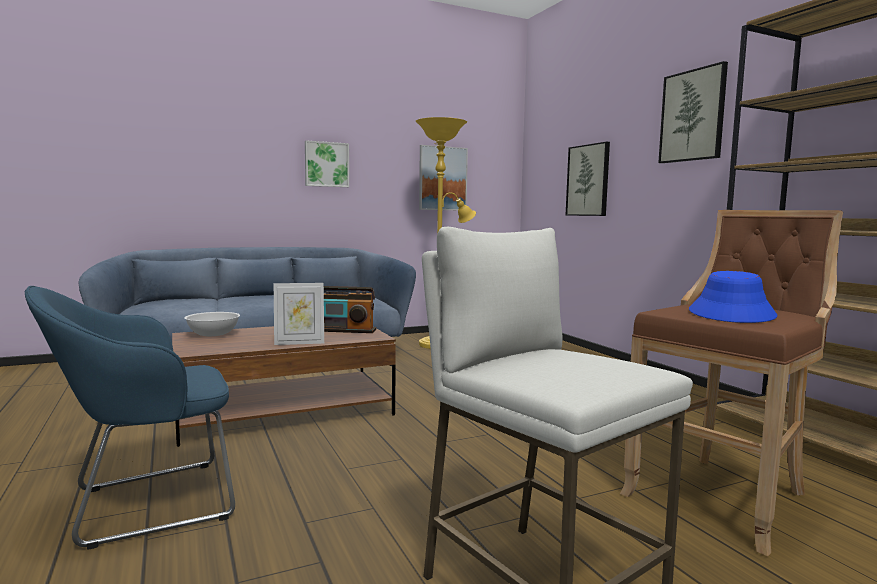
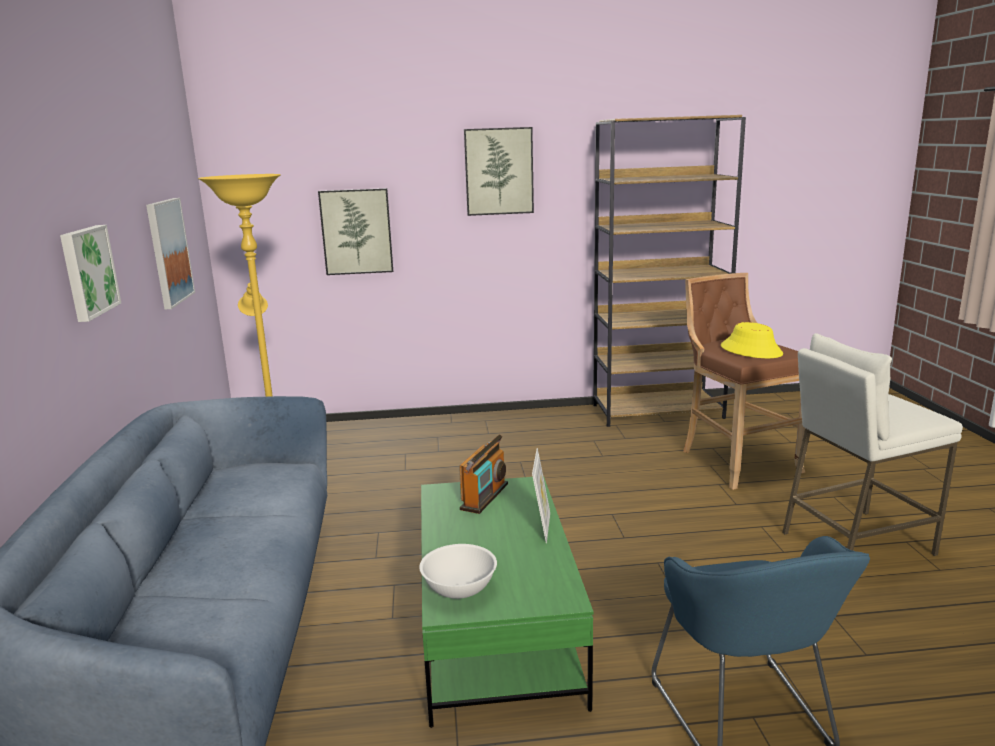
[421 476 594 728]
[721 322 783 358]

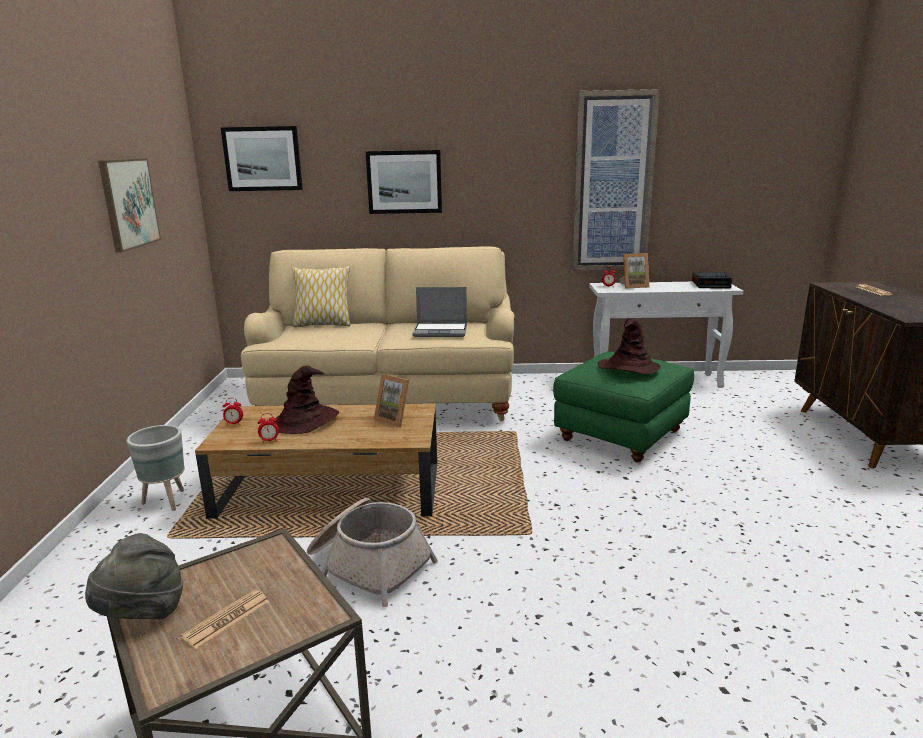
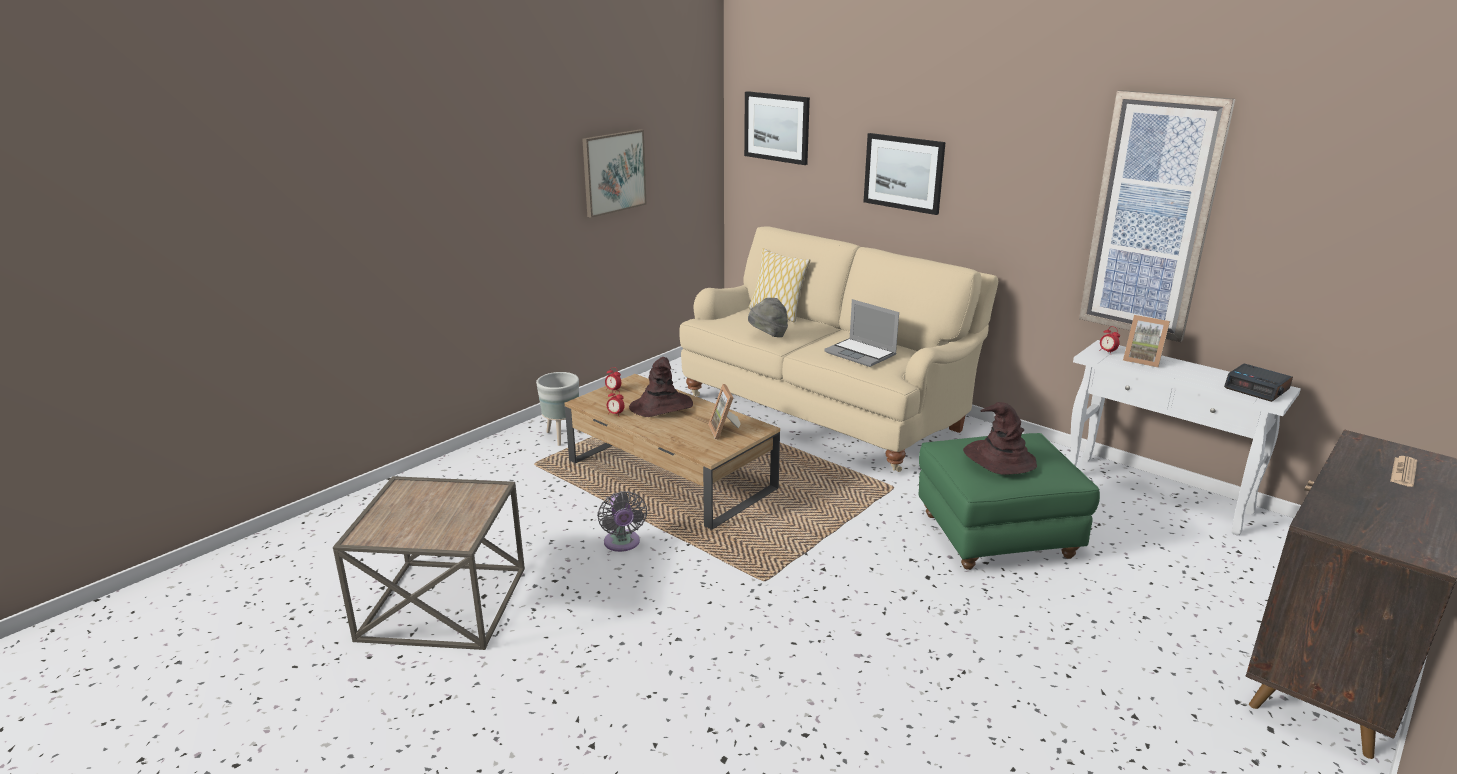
[181 590 269 649] (first image)
[748 298 788 337]
[597 491 647 552]

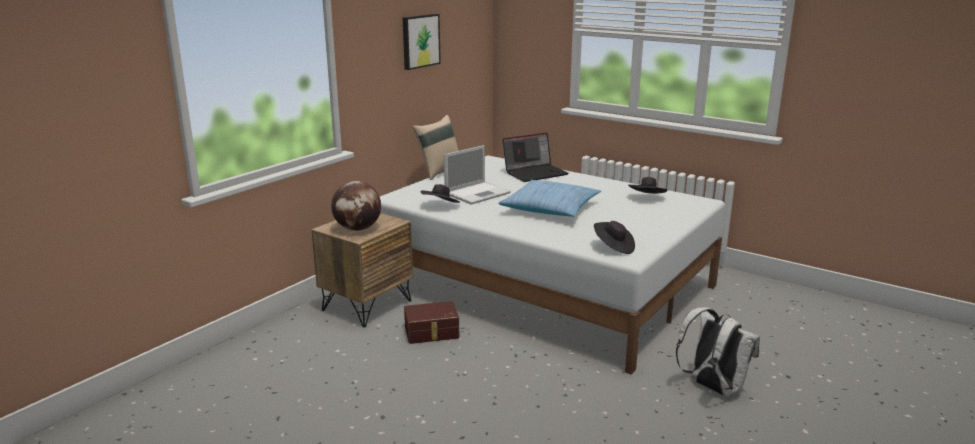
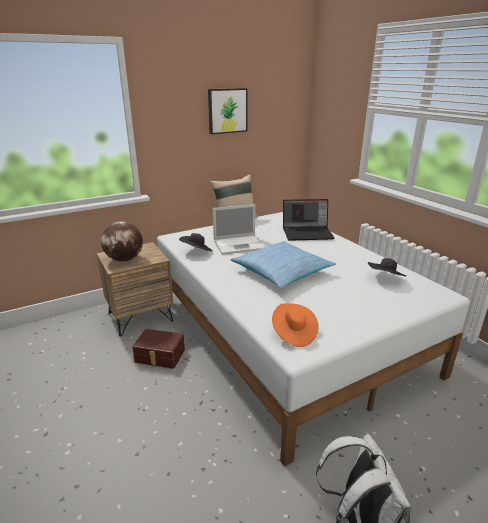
[272 303 319 347]

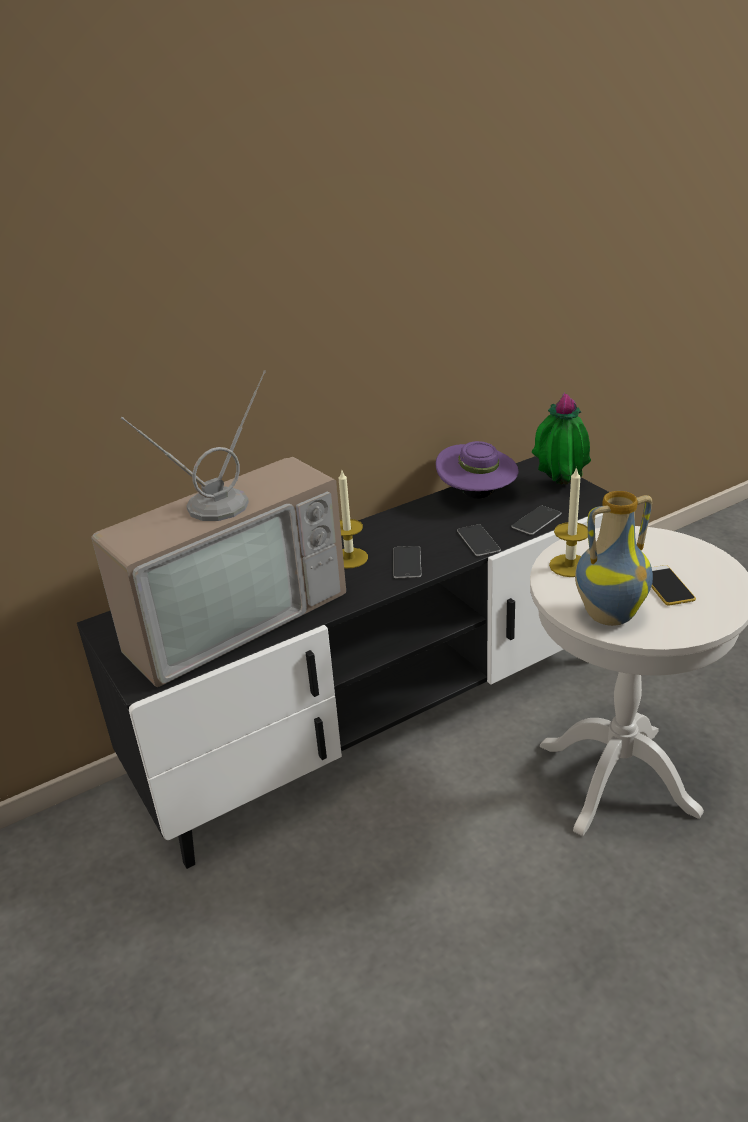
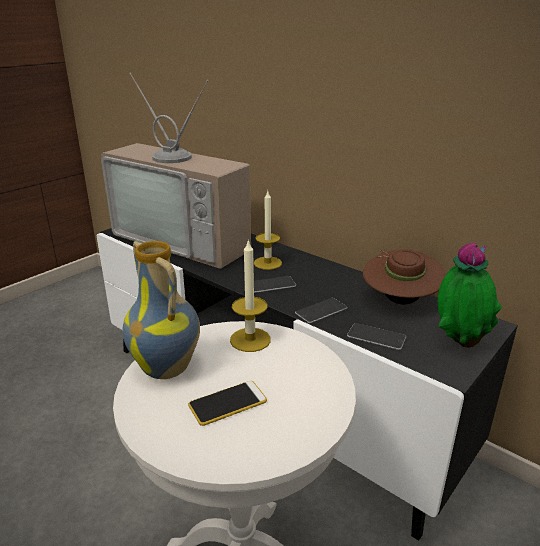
[363 249 445 305]

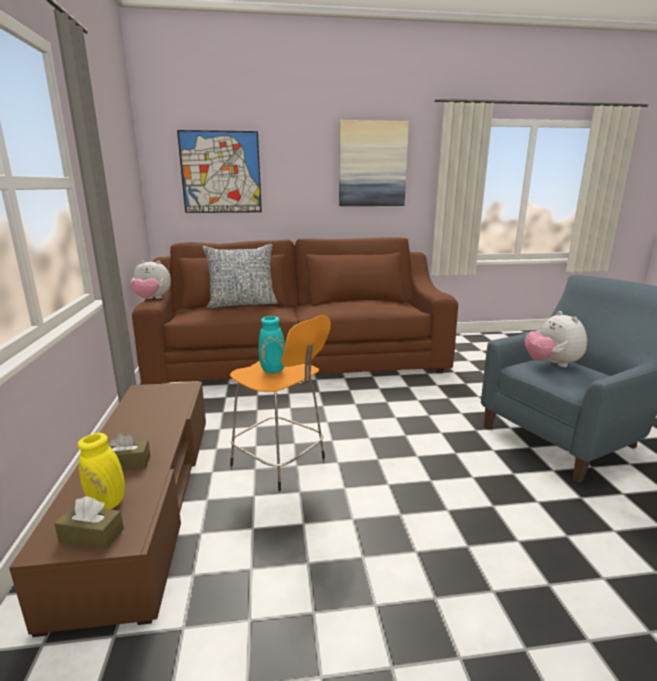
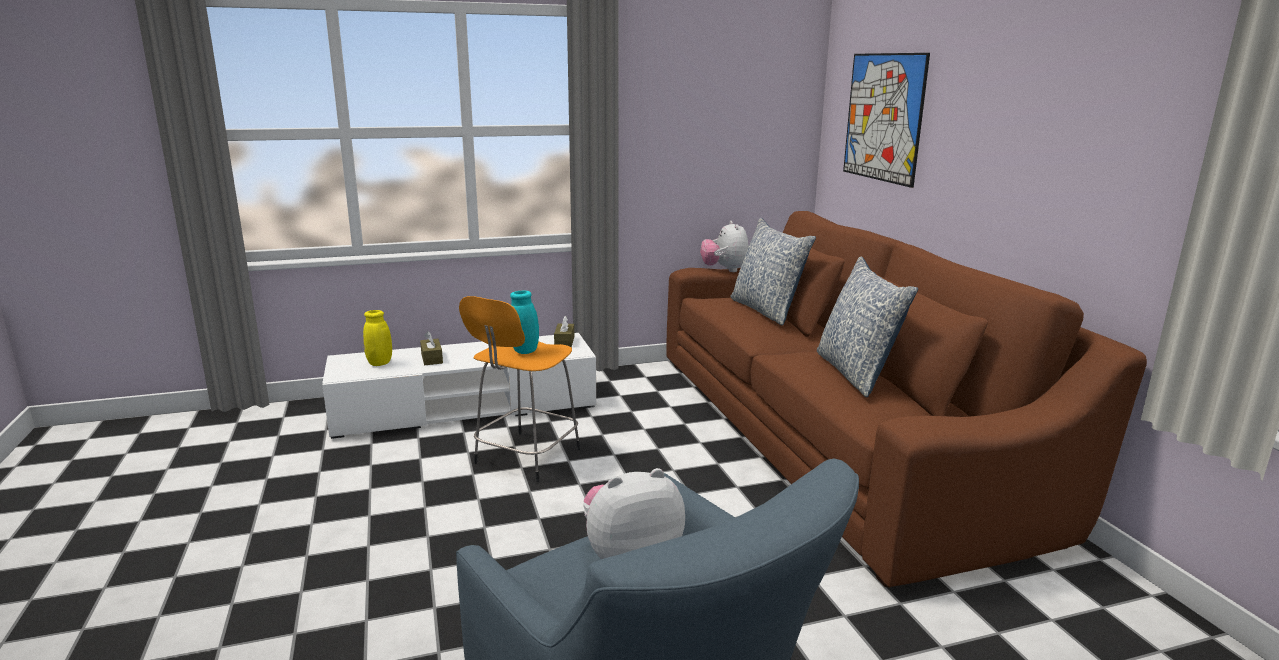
[339 120 409 206] (first image)
[817 257 918 397]
[554 316 574 347]
[322 333 596 439]

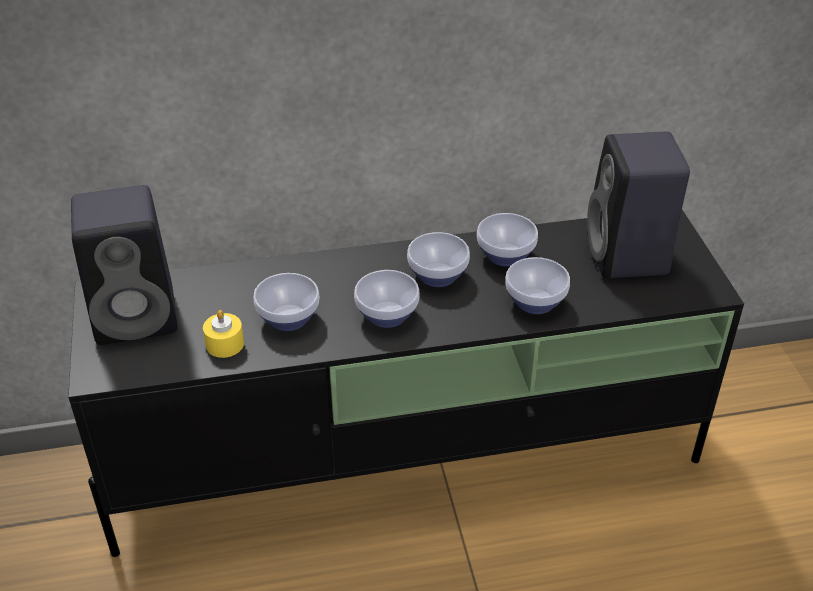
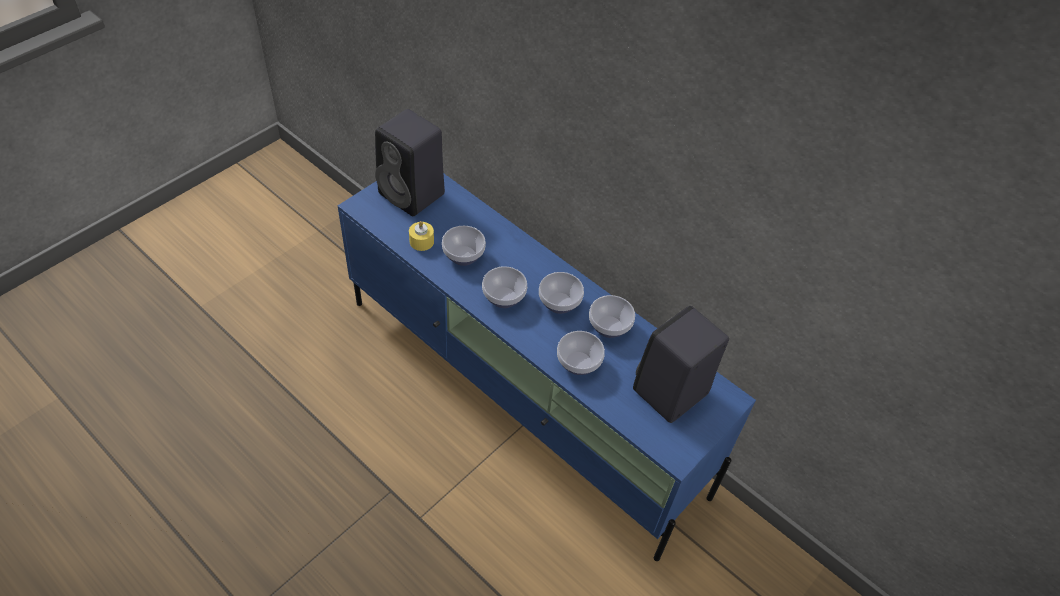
[338 174 756 561]

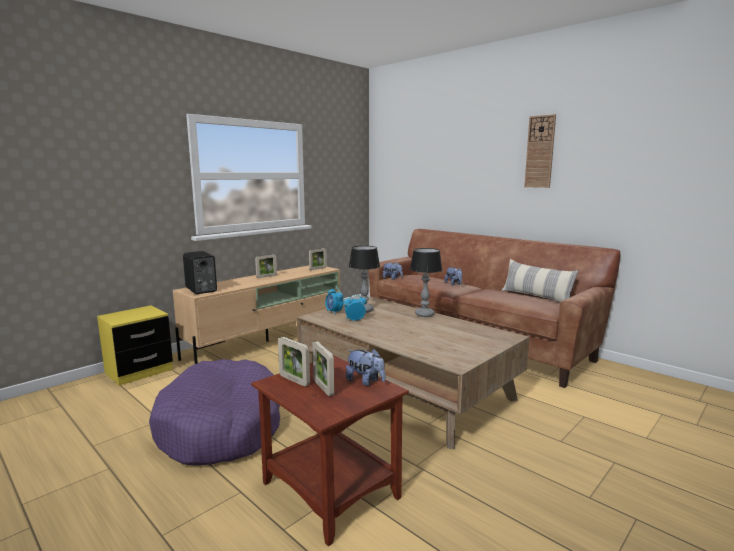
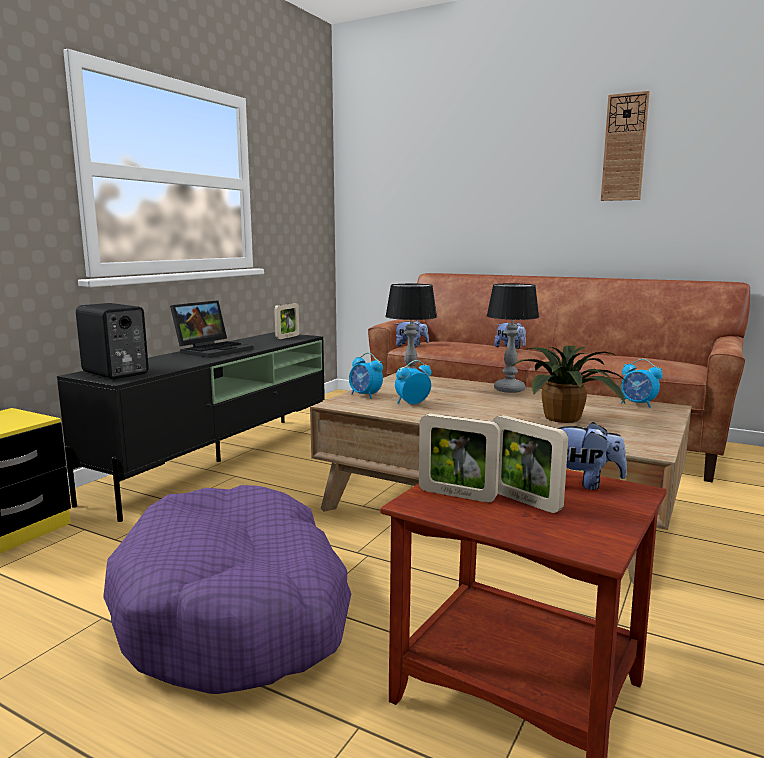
[502 259 578 302] (first image)
[513 346 628 423]
[621 359 663 408]
[170 300 253 358]
[57 332 325 522]

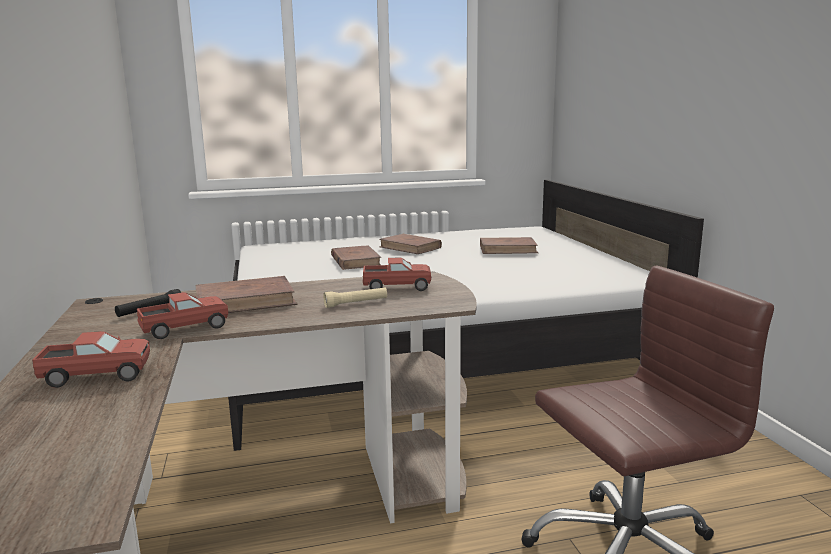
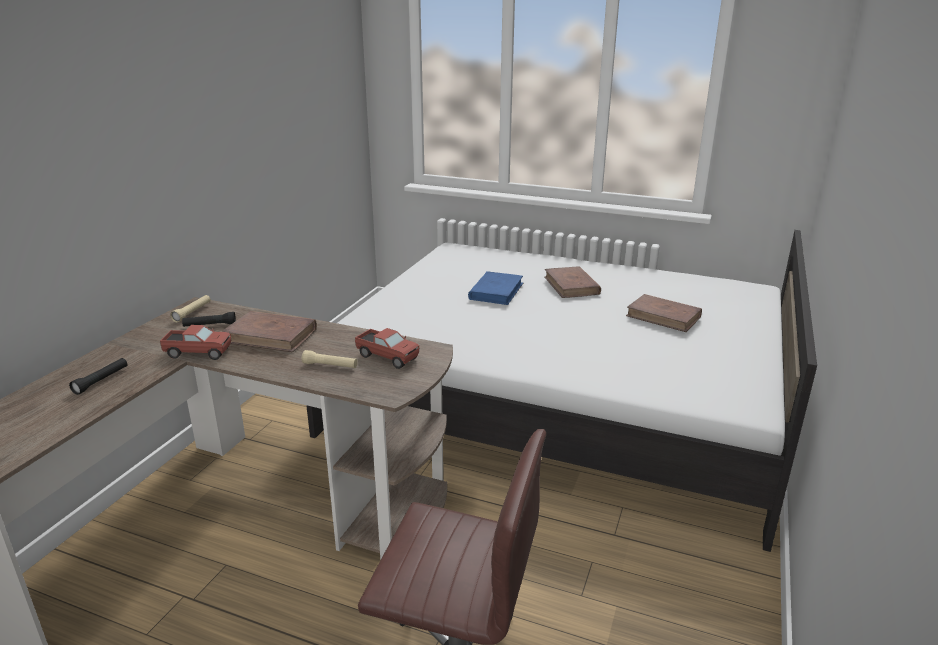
[170 295 211 322]
[69 358 127 395]
[468 271 523 305]

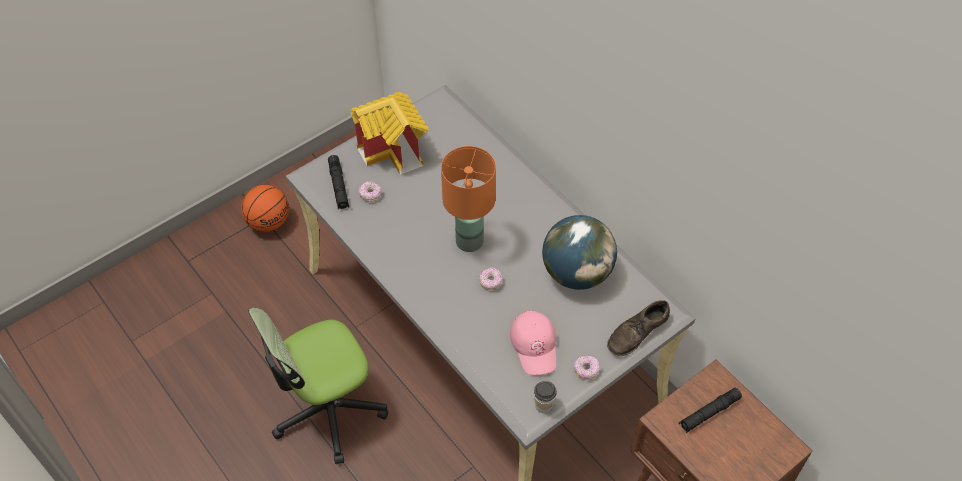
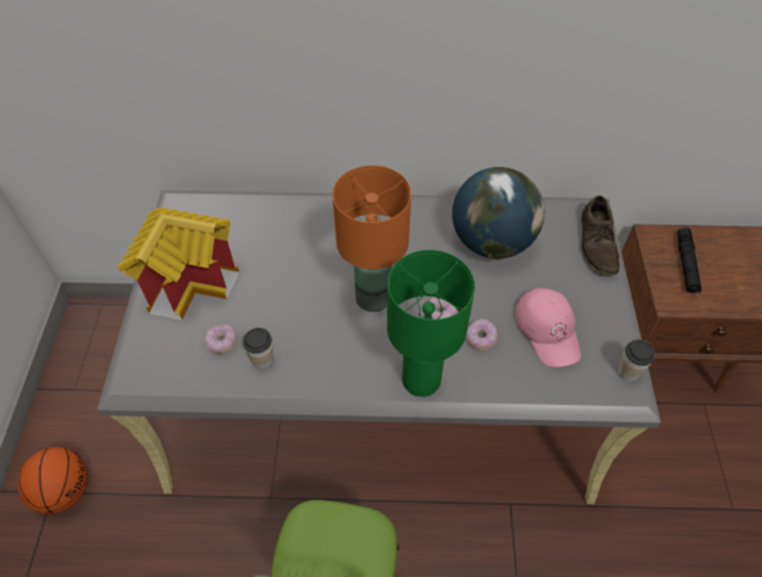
[328 155 349 210] (first image)
[243 328 273 370]
[387 250 475 397]
[466 319 498 351]
[515 288 581 367]

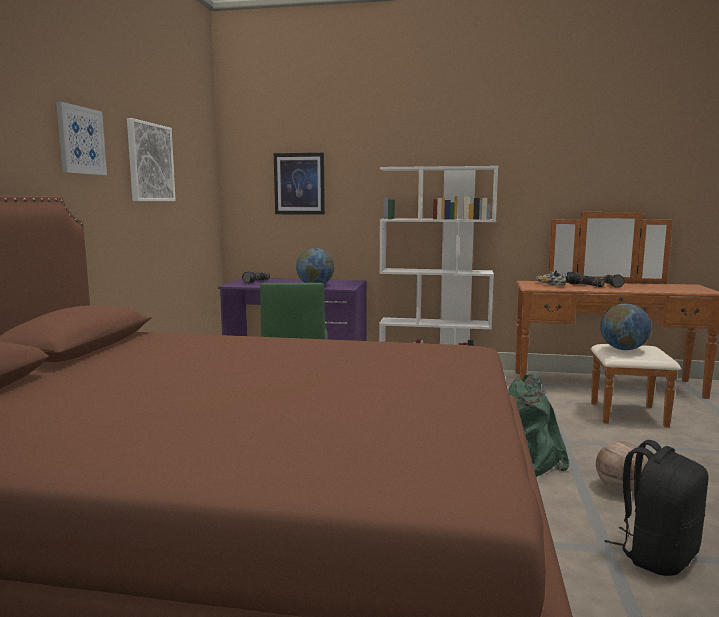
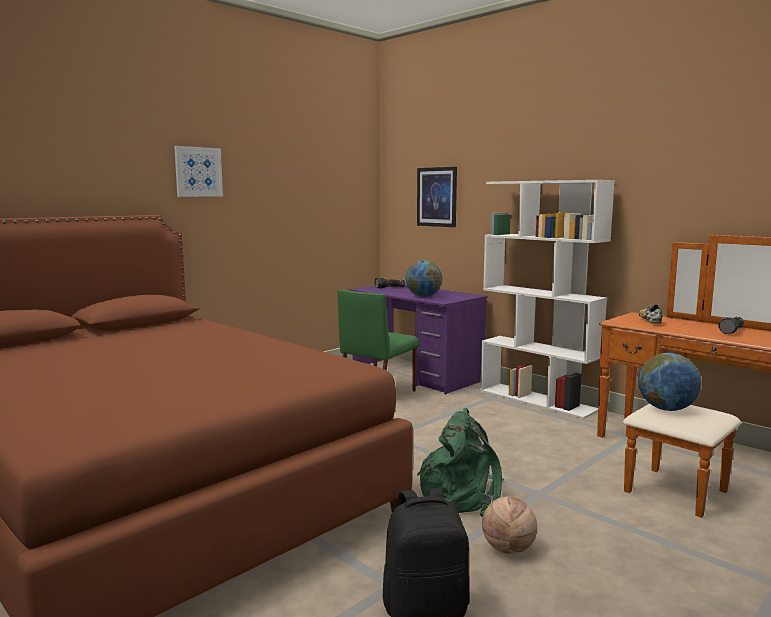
[127 118 176 201] (first image)
[566 272 605 287] (first image)

